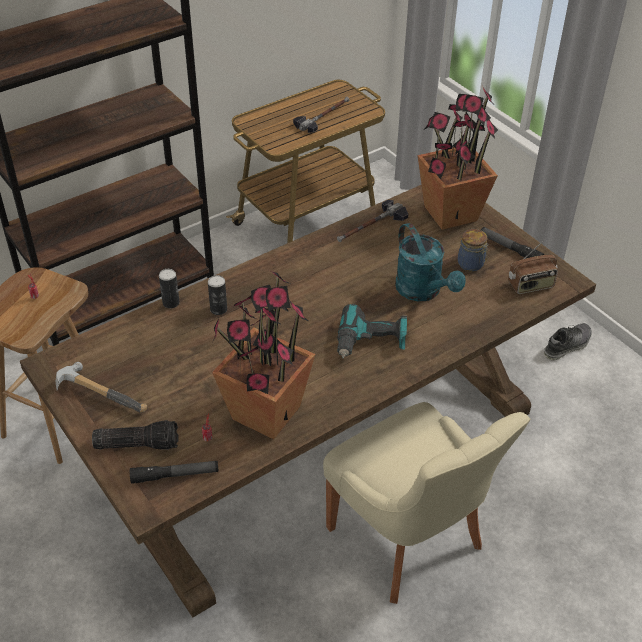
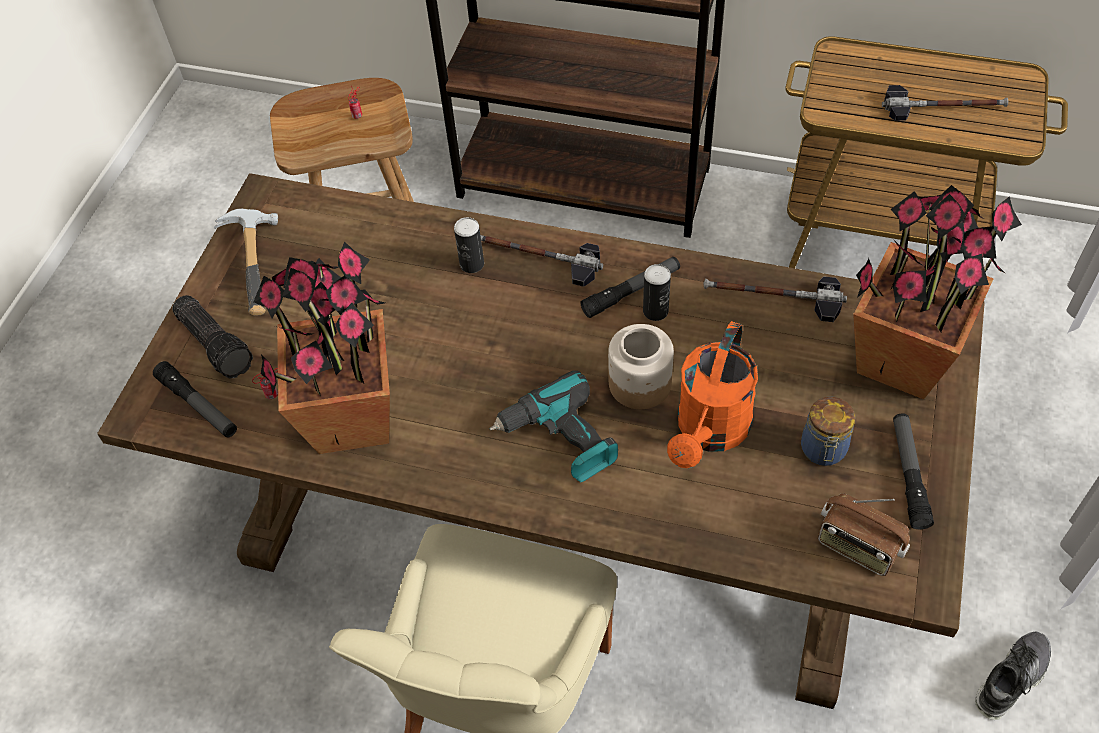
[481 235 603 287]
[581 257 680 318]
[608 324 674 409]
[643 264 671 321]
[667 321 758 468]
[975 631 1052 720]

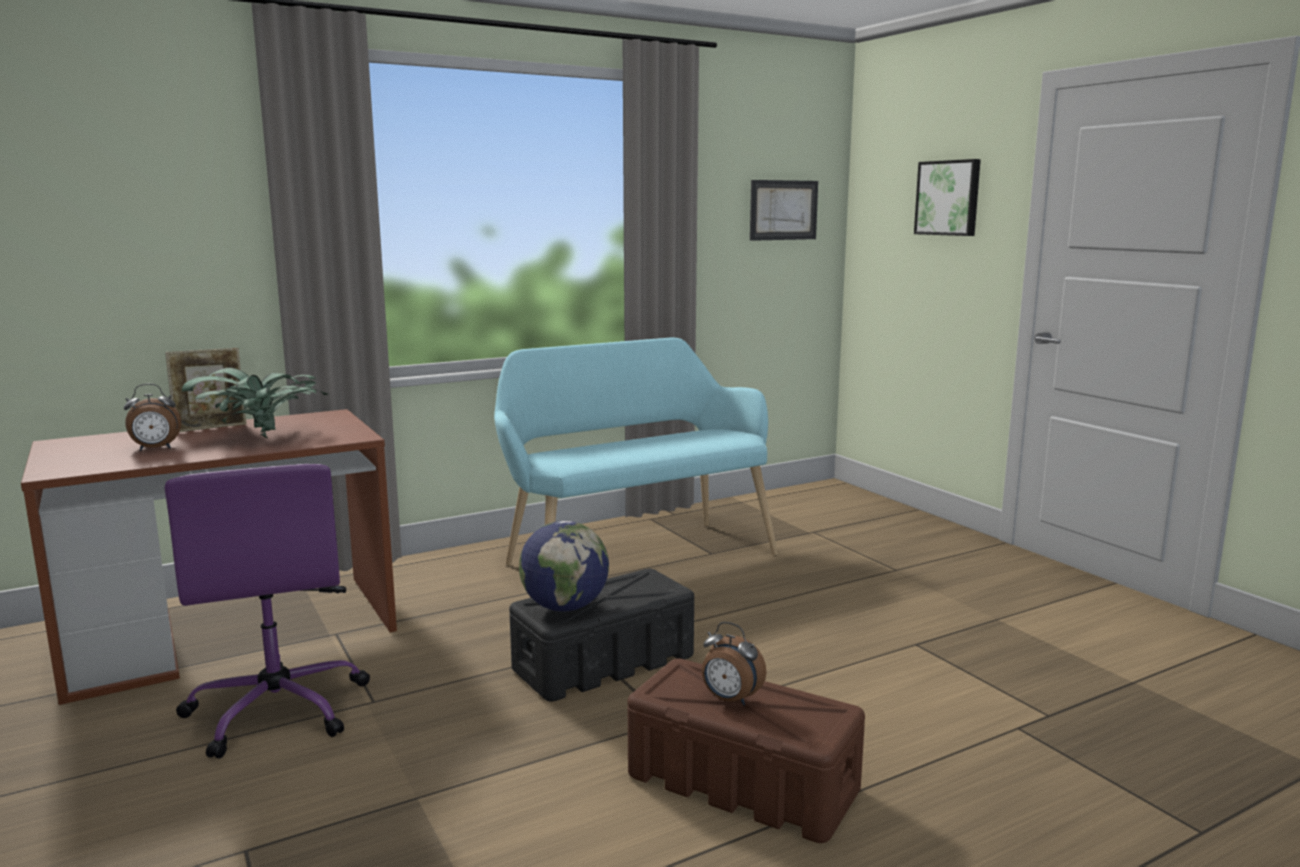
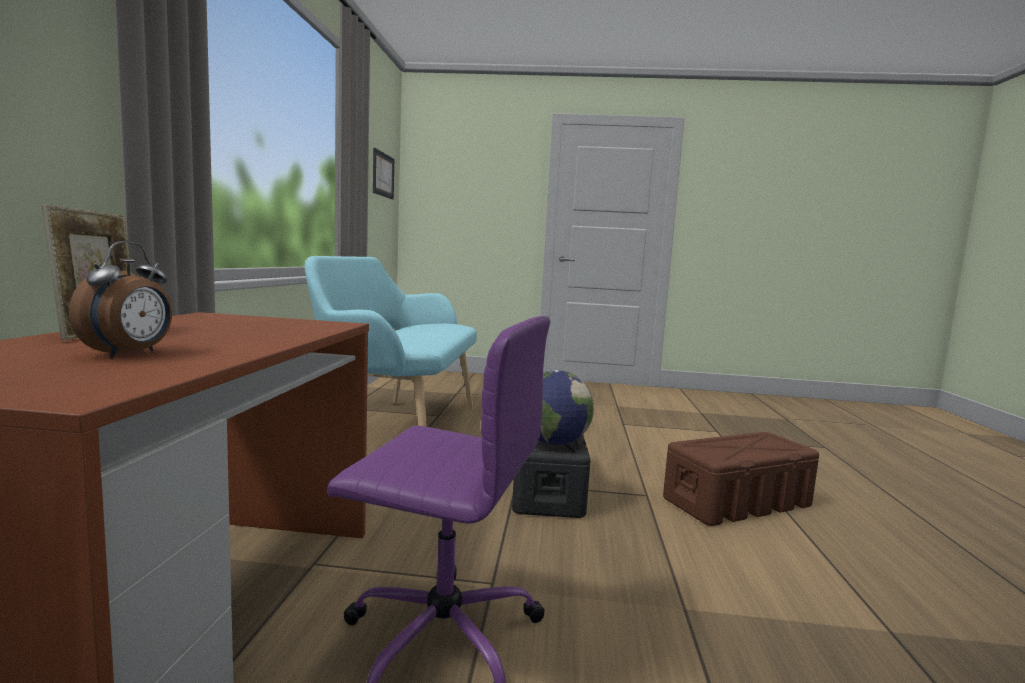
[182 368 328 439] (first image)
[702 622 767 706] (first image)
[914 159 981 236] (first image)

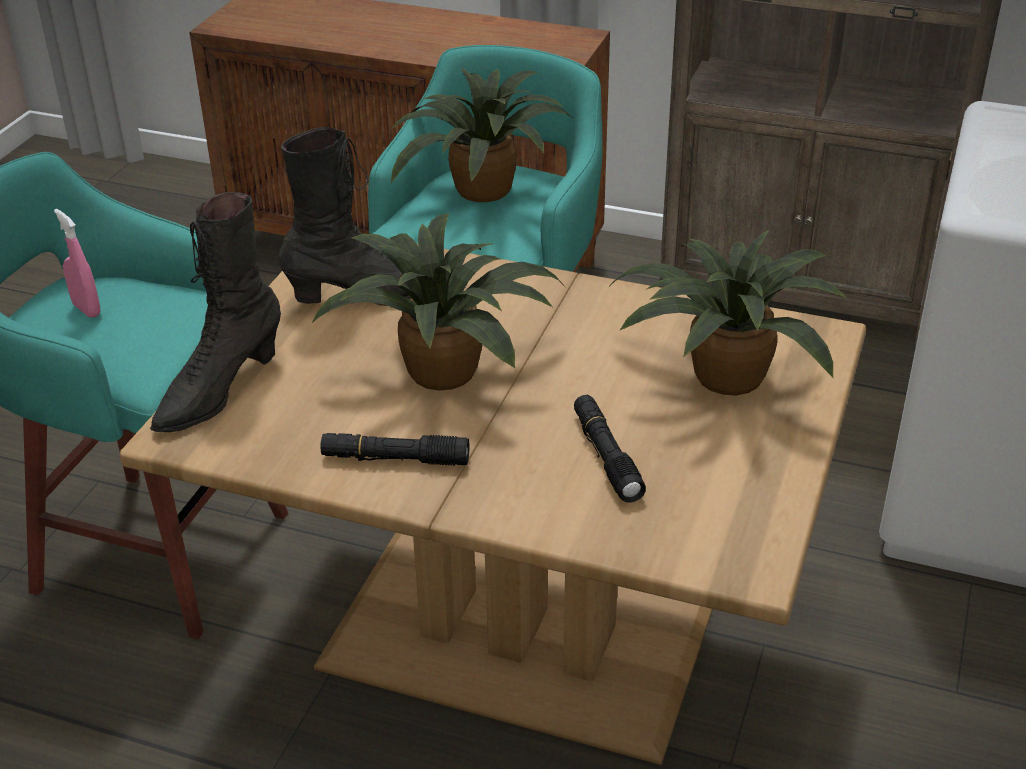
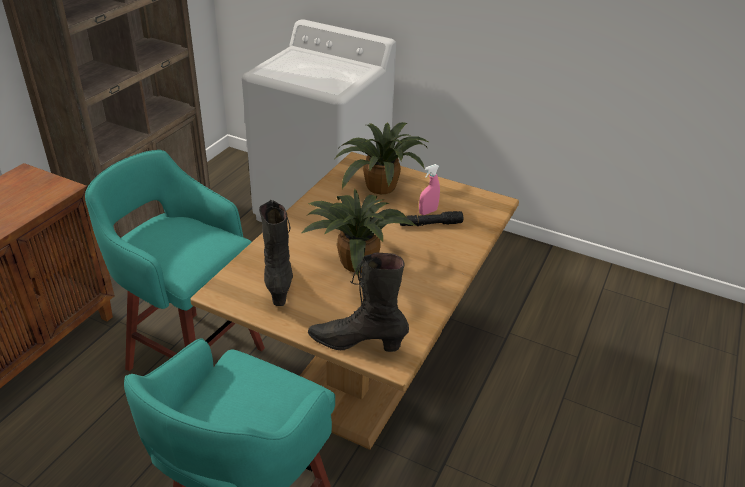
[320 433 469 466] (first image)
[390 67 573 202] (first image)
[419 164 440 215]
[308 253 409 352]

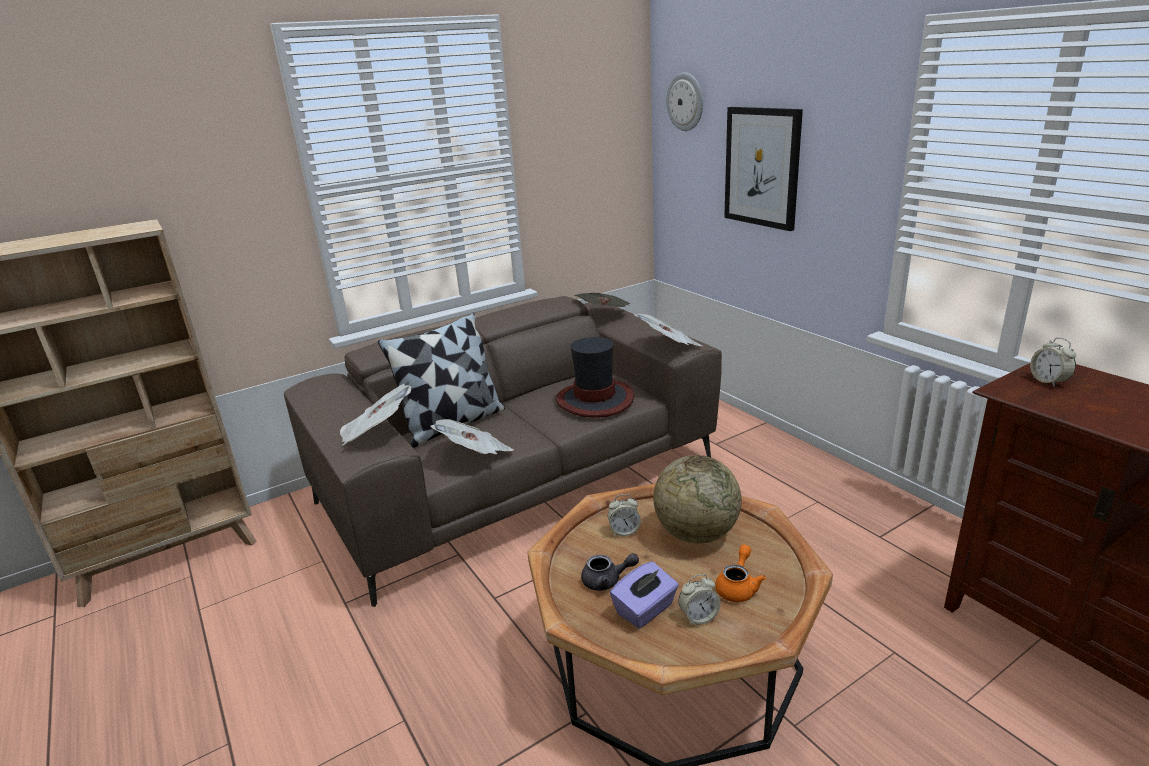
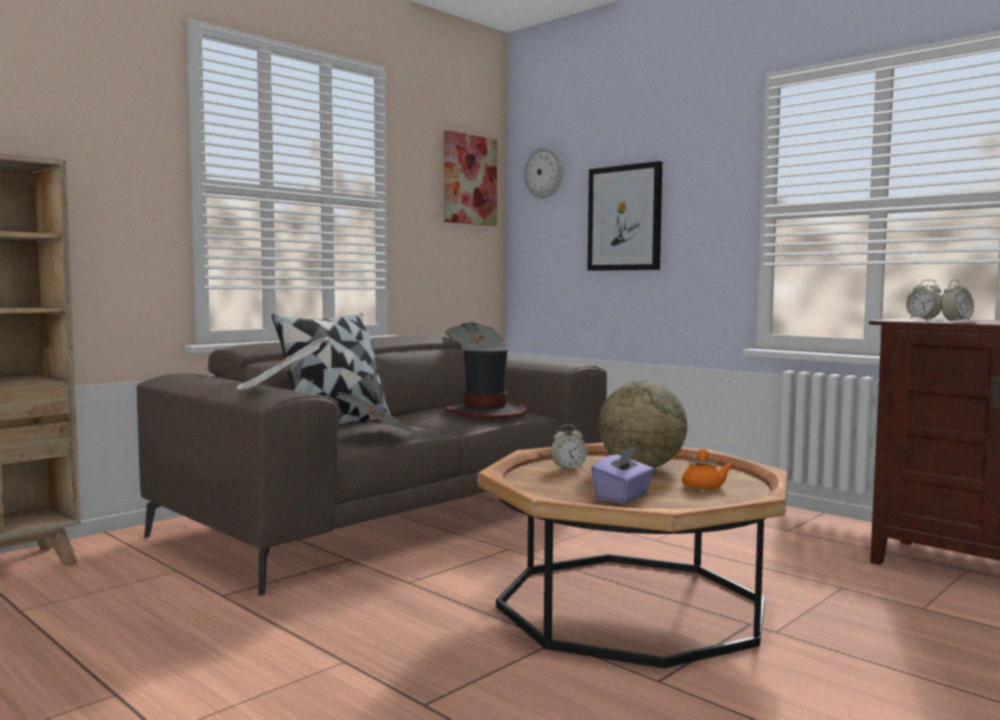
[581 553 639 591] (first image)
[633 314 702 346] (first image)
[444 130 497 226]
[941 279 974 321]

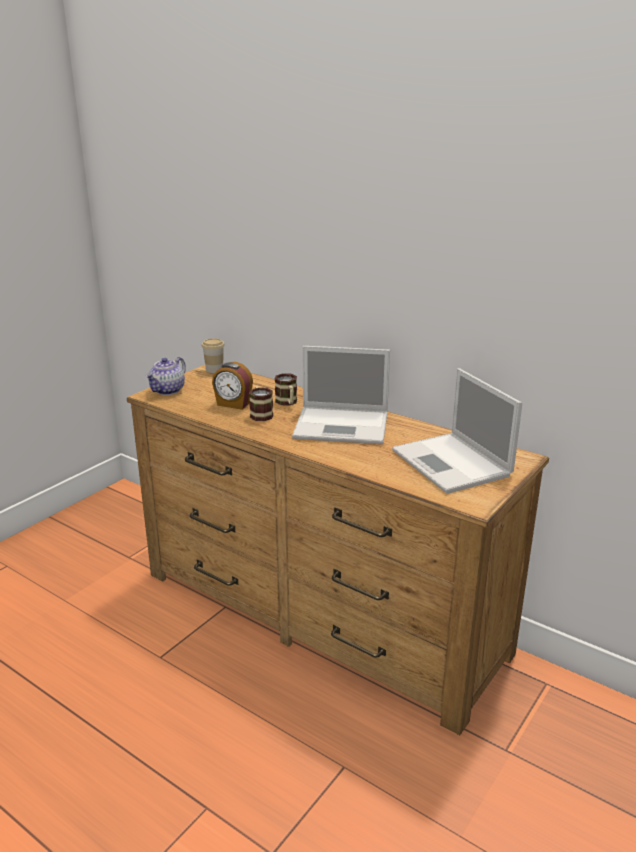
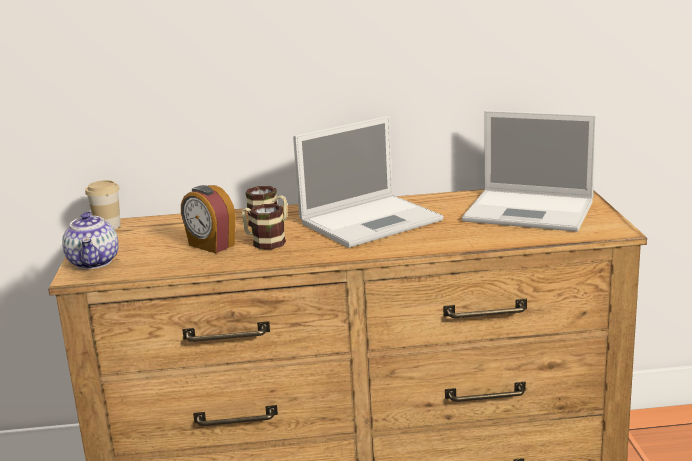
[181 185 236 253]

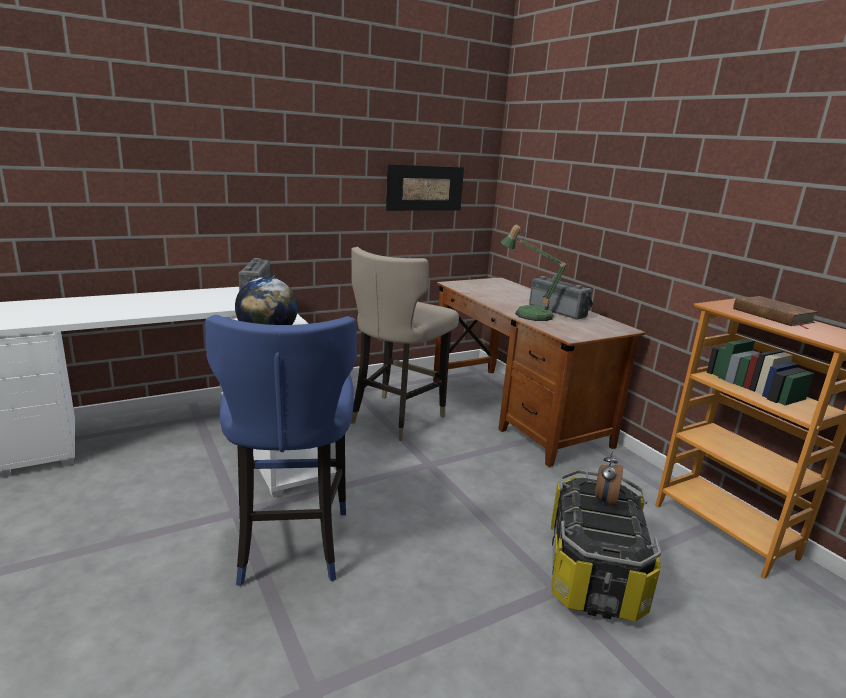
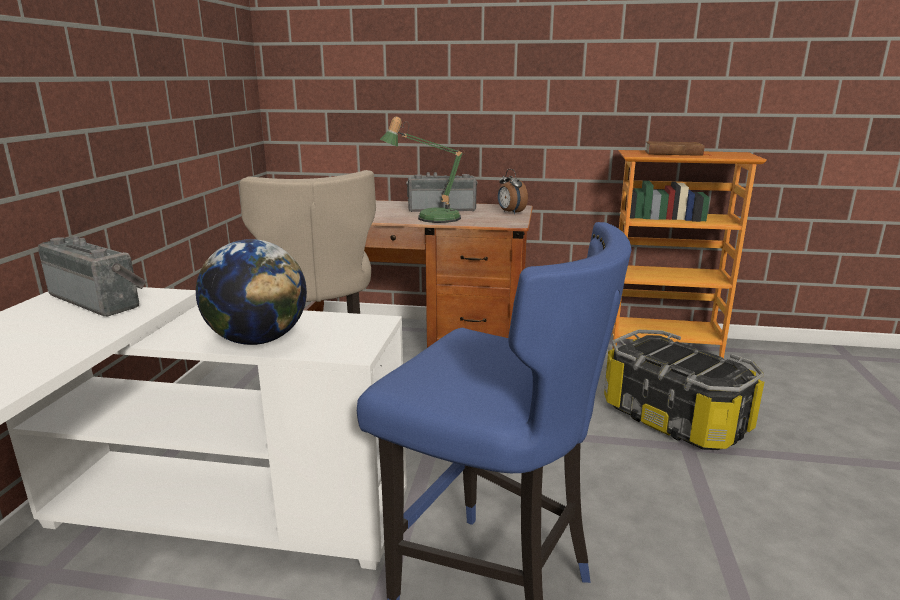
[386 164 464 211] (first image)
[498 169 528 214]

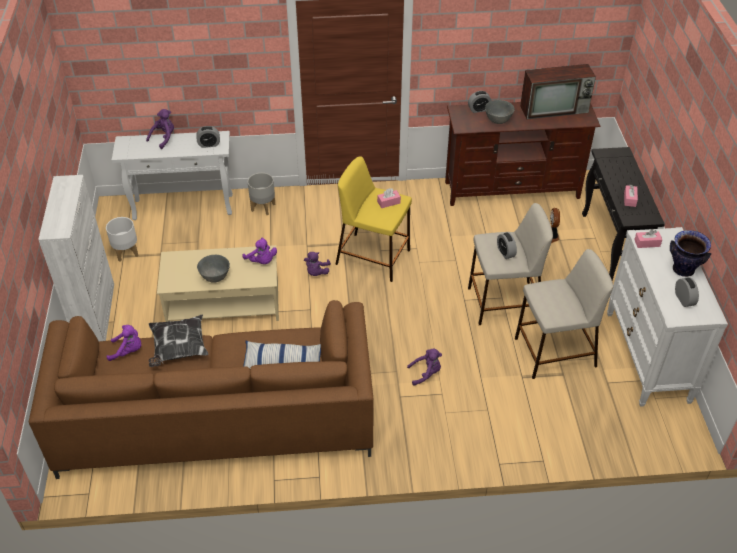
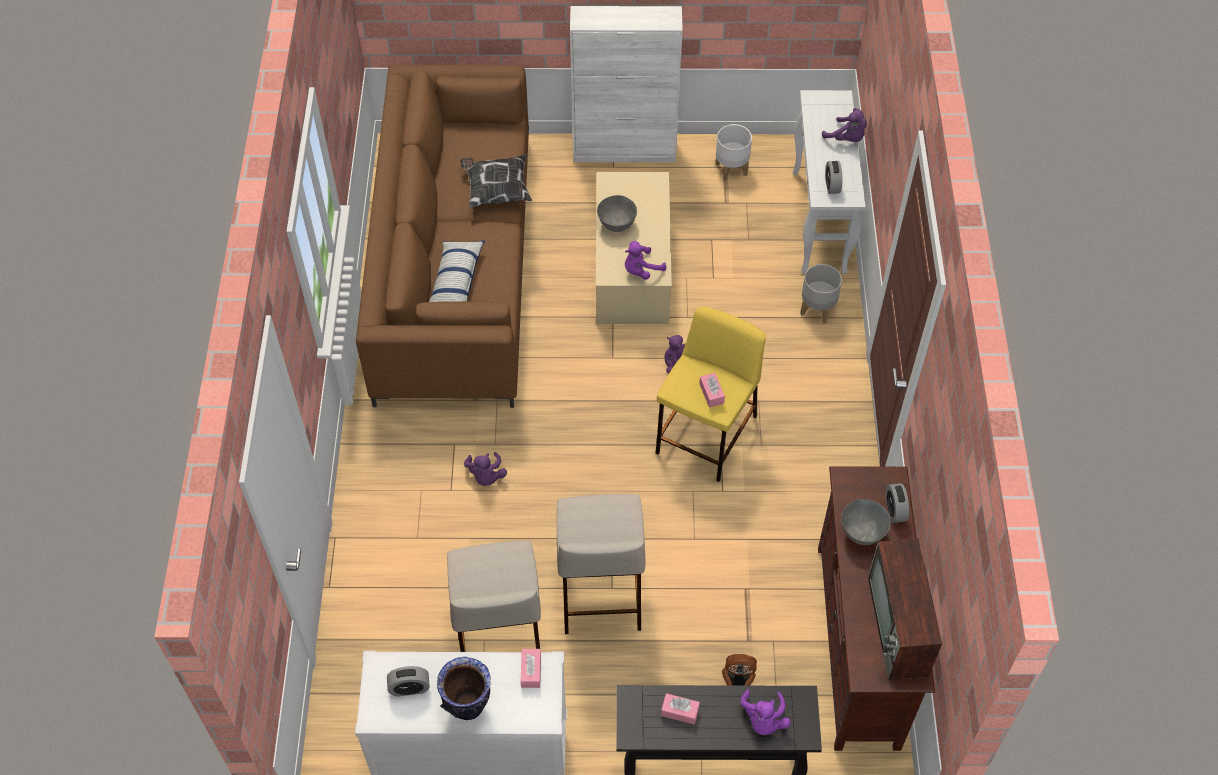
[497 232 517 259] (first image)
[741 689 791 735]

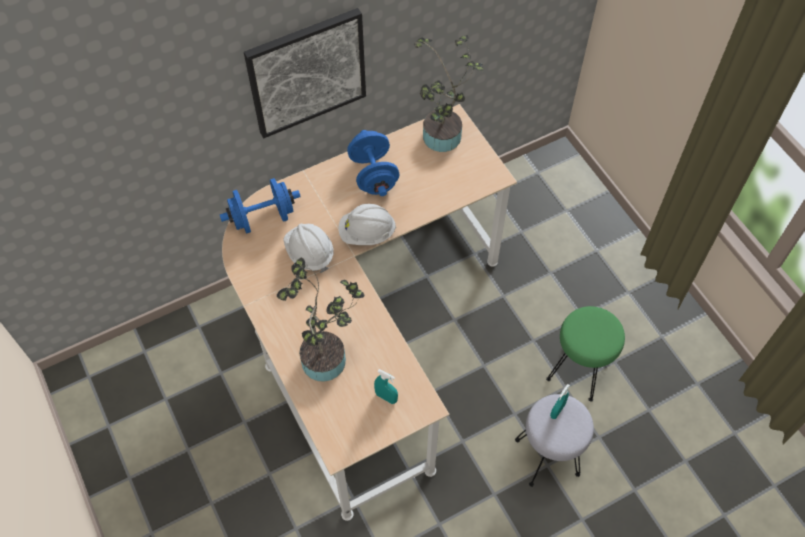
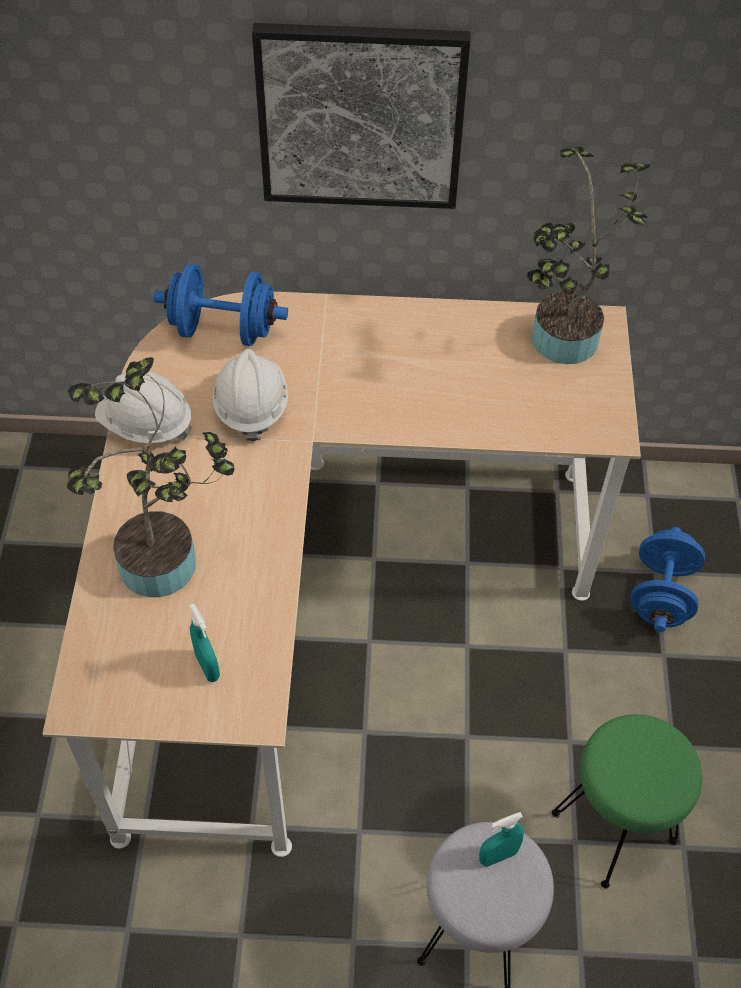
[95 372 193 443]
[630 527 705 632]

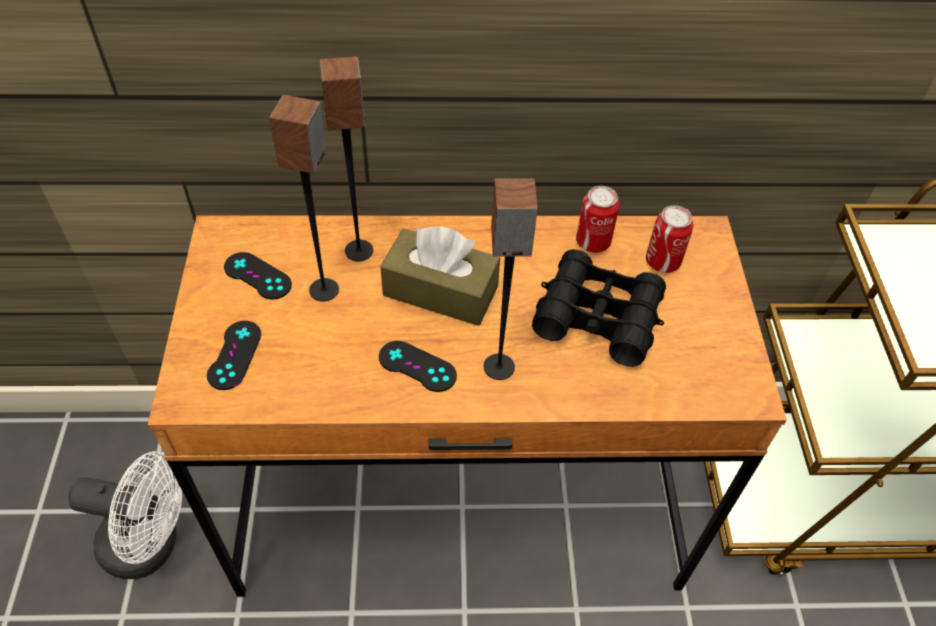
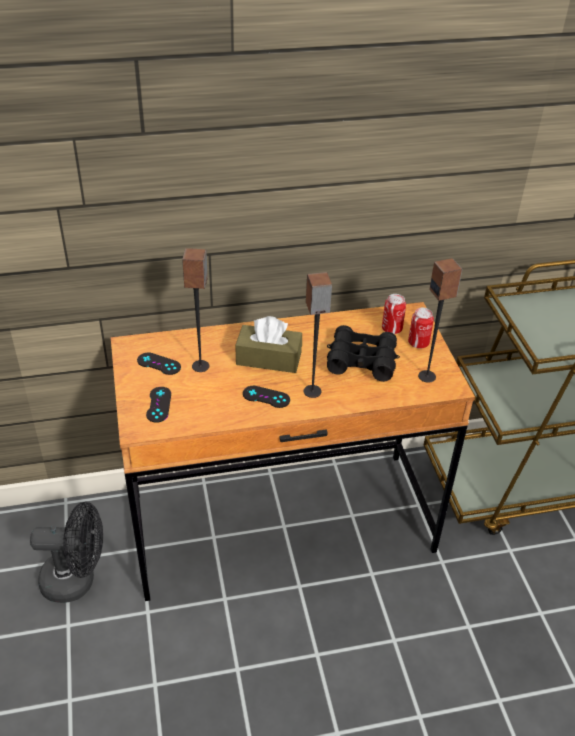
[418 258 462 383]
[408 308 434 348]
[30 502 103 603]

